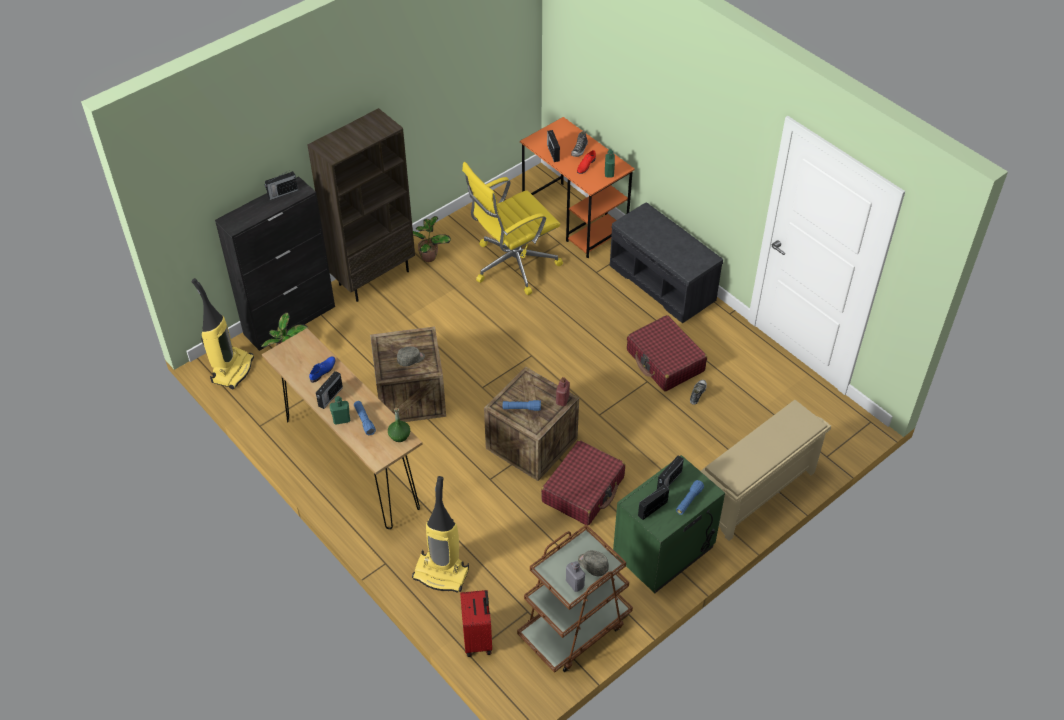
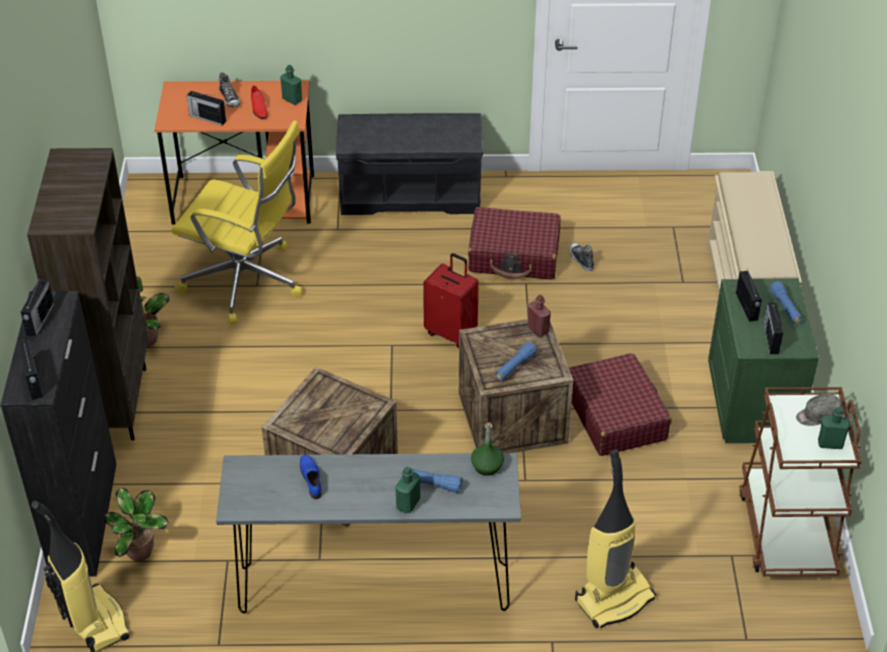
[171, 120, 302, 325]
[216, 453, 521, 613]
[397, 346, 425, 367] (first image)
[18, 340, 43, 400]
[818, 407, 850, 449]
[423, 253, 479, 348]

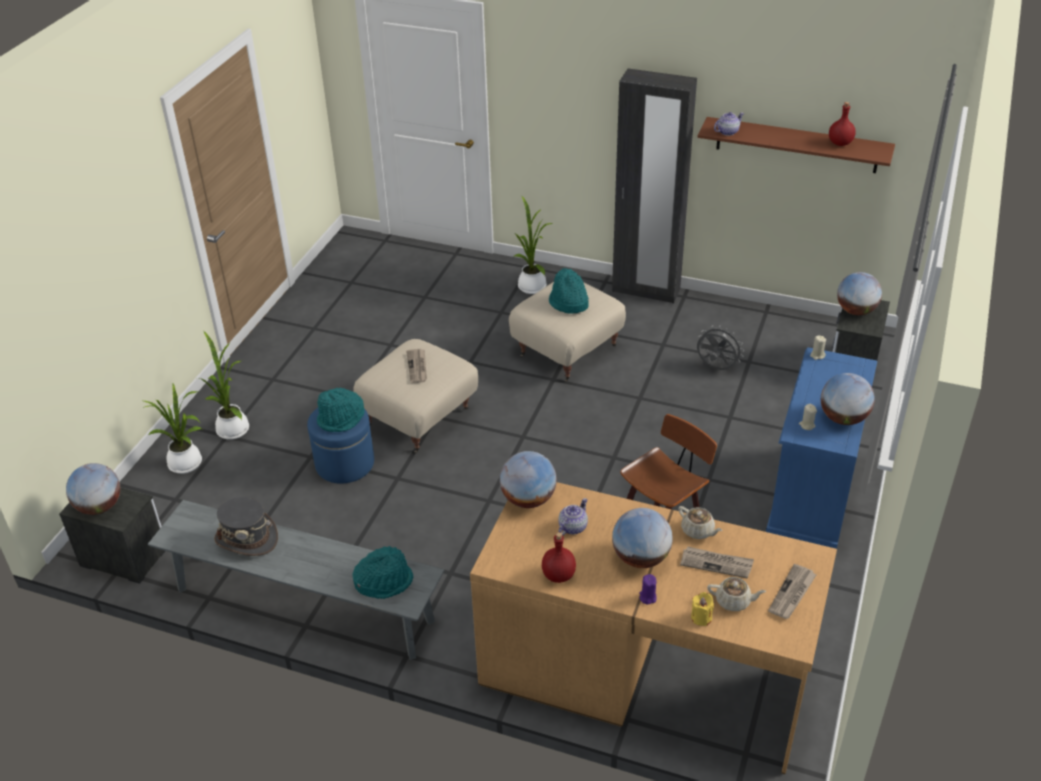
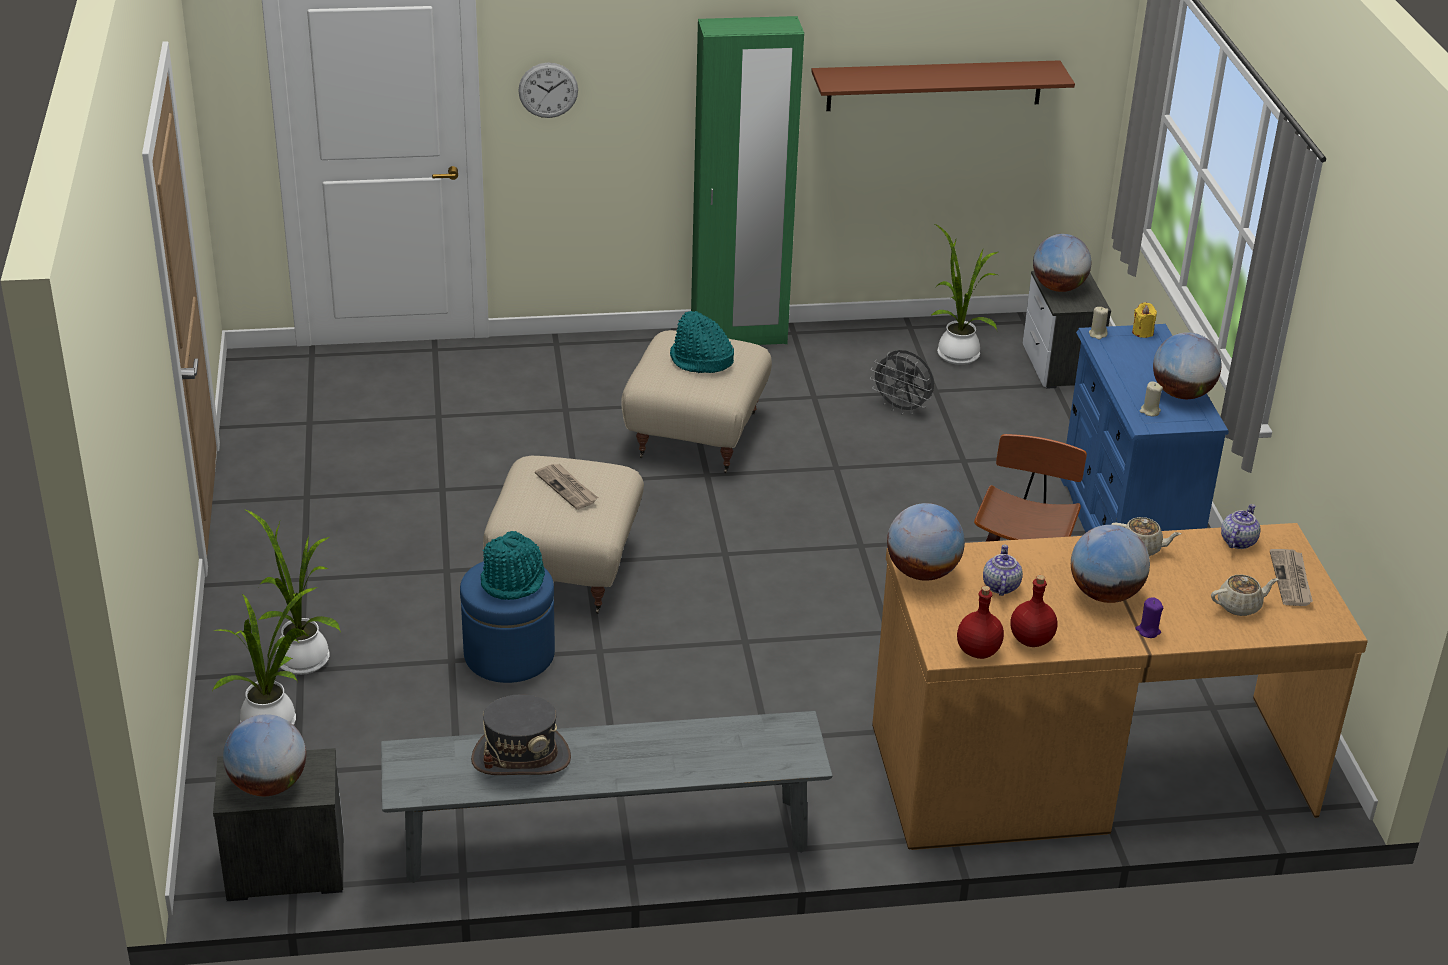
[691, 16, 804, 345]
[957, 586, 1004, 659]
[1221, 504, 1260, 549]
[932, 223, 998, 365]
[870, 350, 934, 415]
[352, 546, 413, 599] (first image)
[680, 546, 754, 579] (first image)
[1132, 302, 1157, 338]
[518, 63, 578, 118]

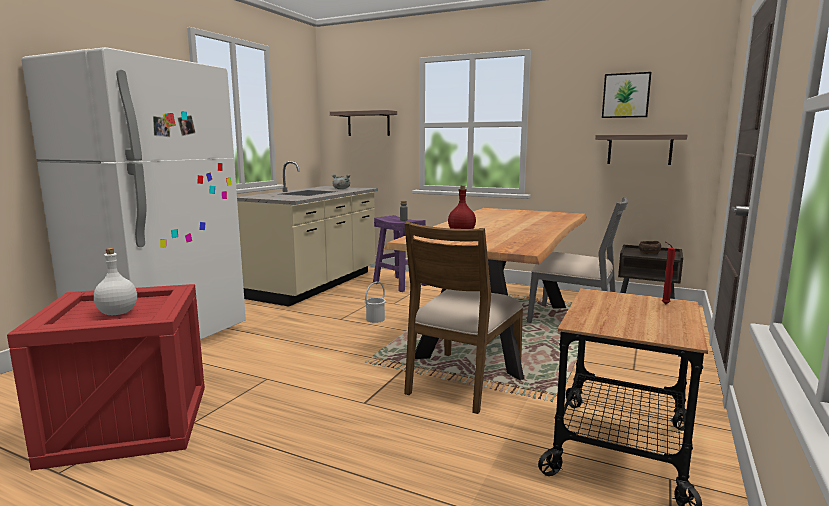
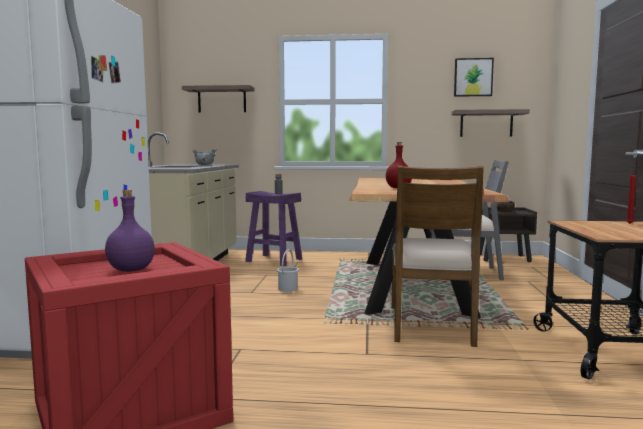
[105, 190, 155, 272]

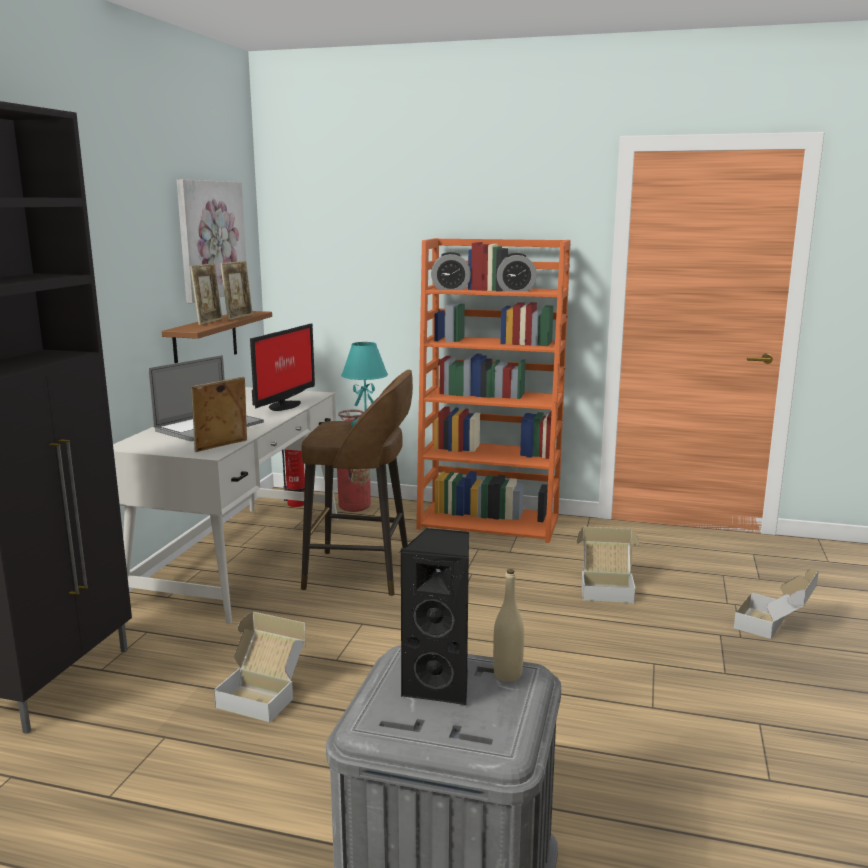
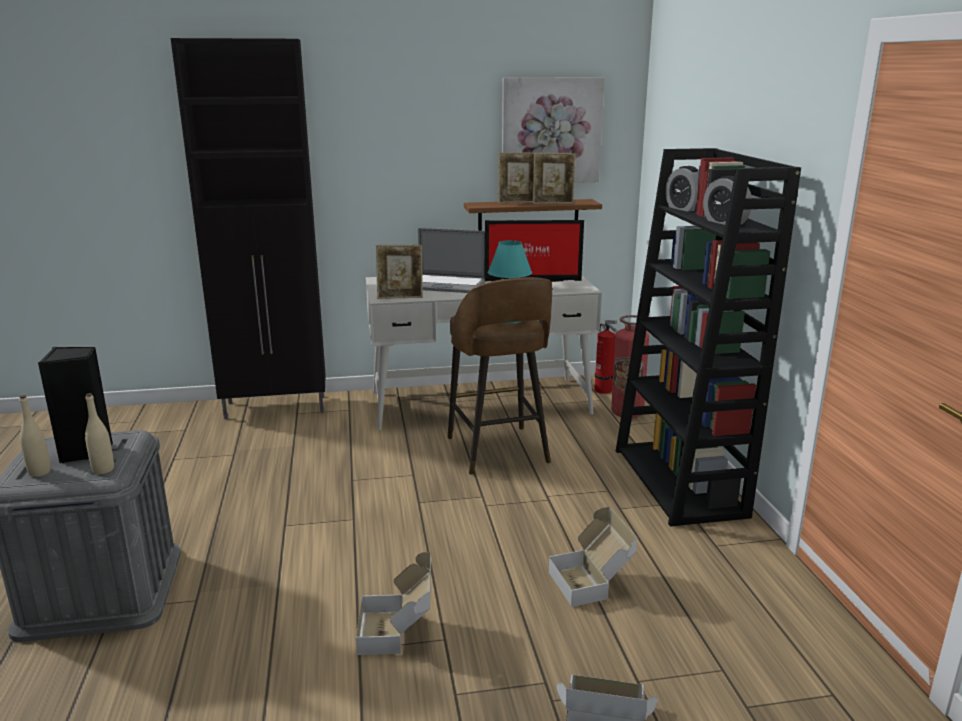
[616, 148, 801, 527]
[376, 245, 423, 299]
[356, 552, 431, 655]
[19, 395, 51, 477]

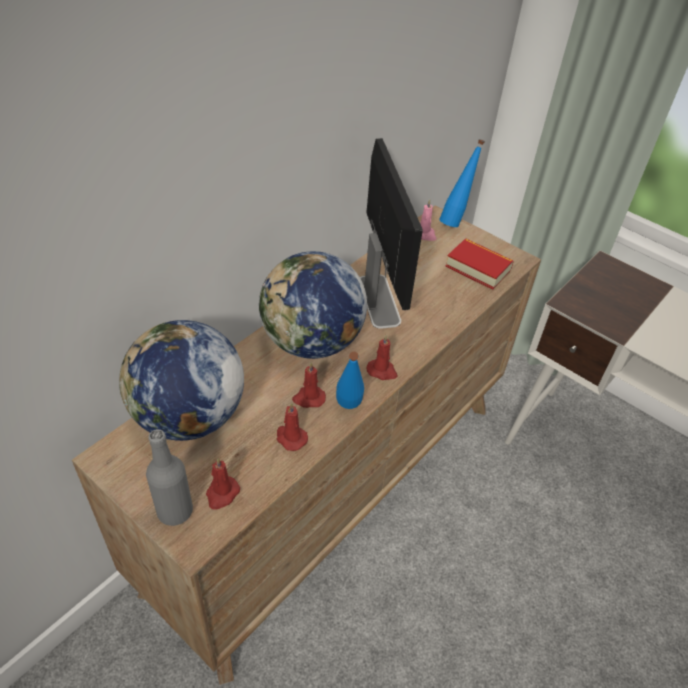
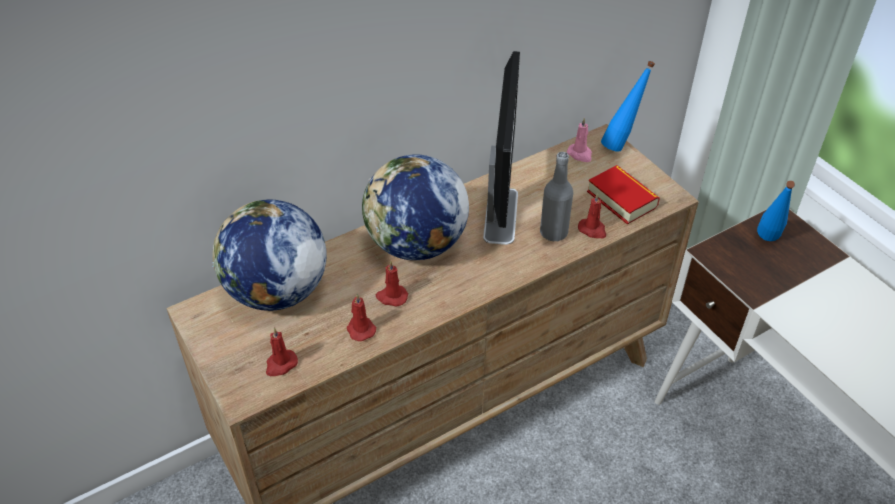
[578, 193, 606, 238]
[757, 181, 795, 241]
[540, 152, 573, 242]

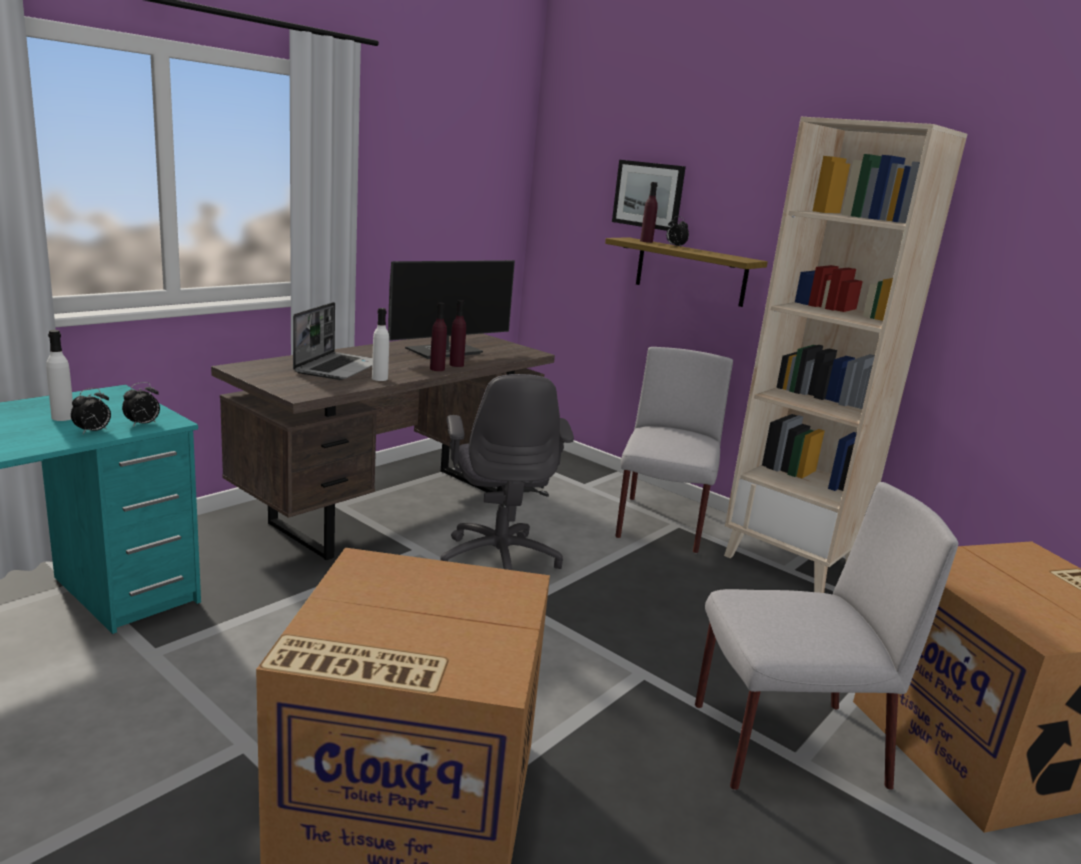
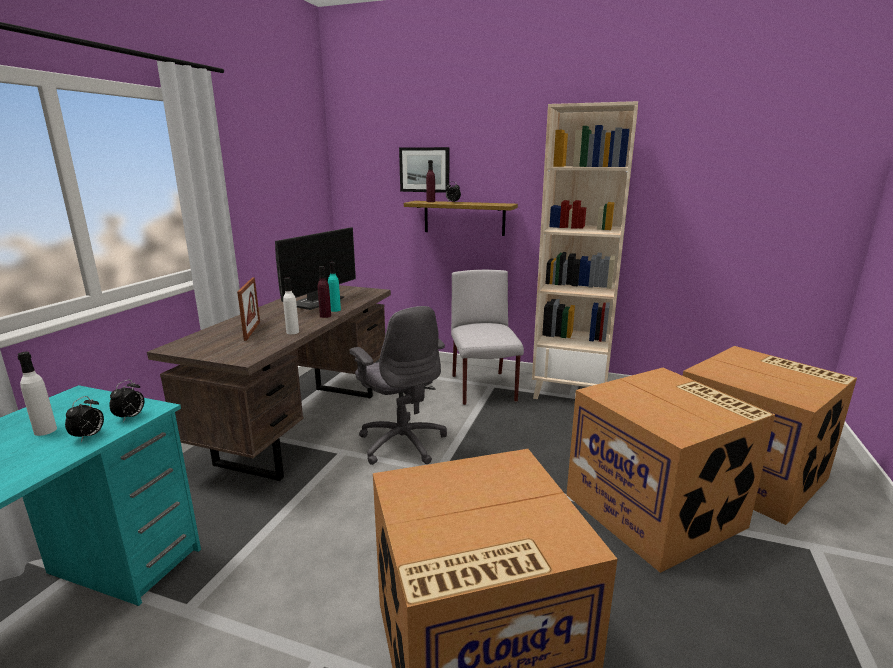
[328, 262, 341, 312]
[237, 277, 260, 341]
[566, 368, 775, 573]

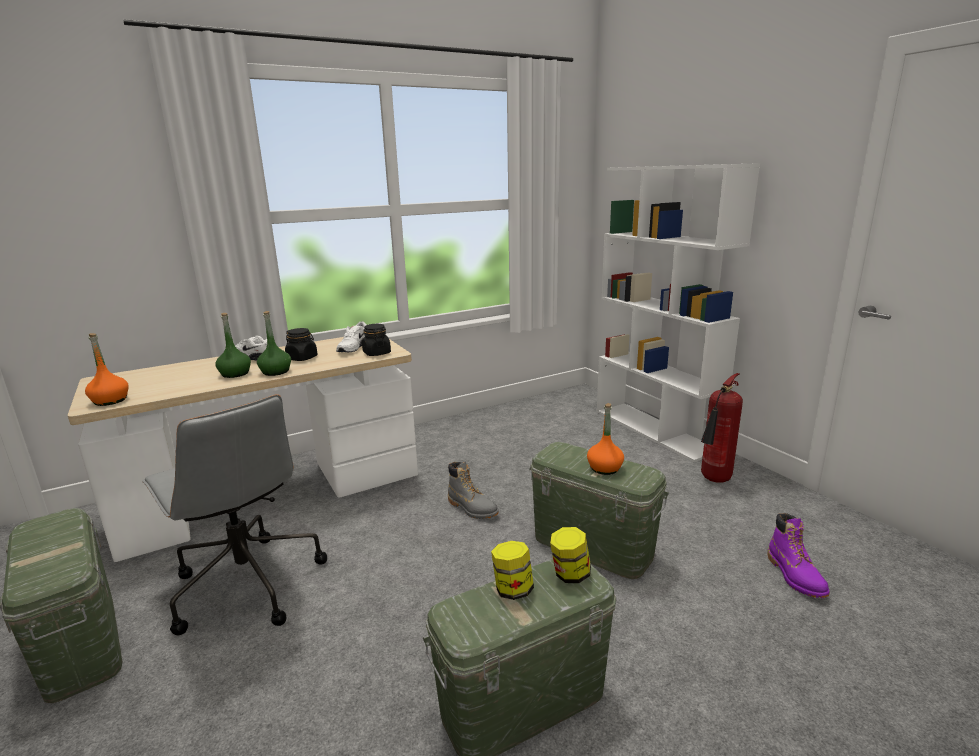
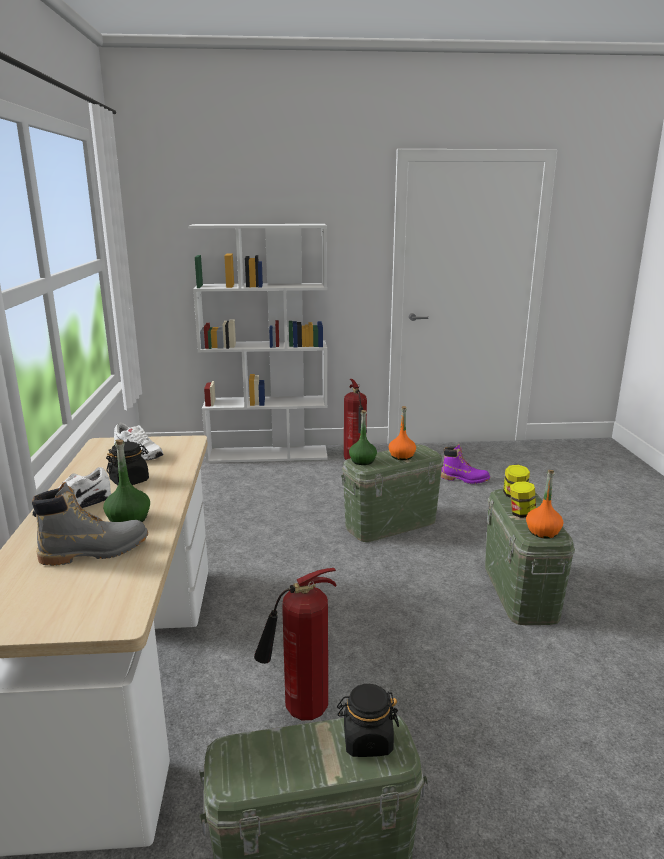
[349, 410, 377, 465]
[337, 684, 399, 757]
[526, 470, 563, 539]
[254, 568, 336, 720]
[32, 482, 148, 566]

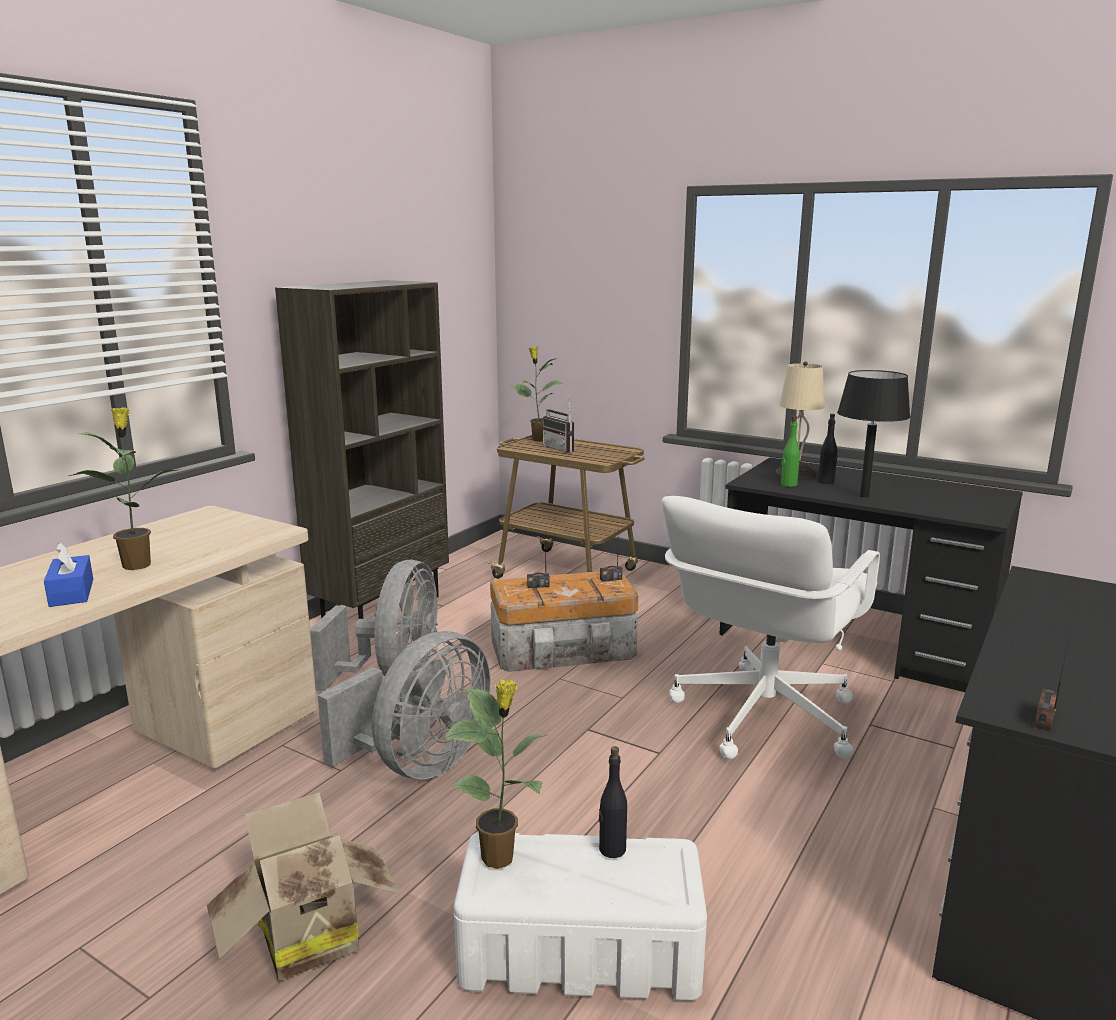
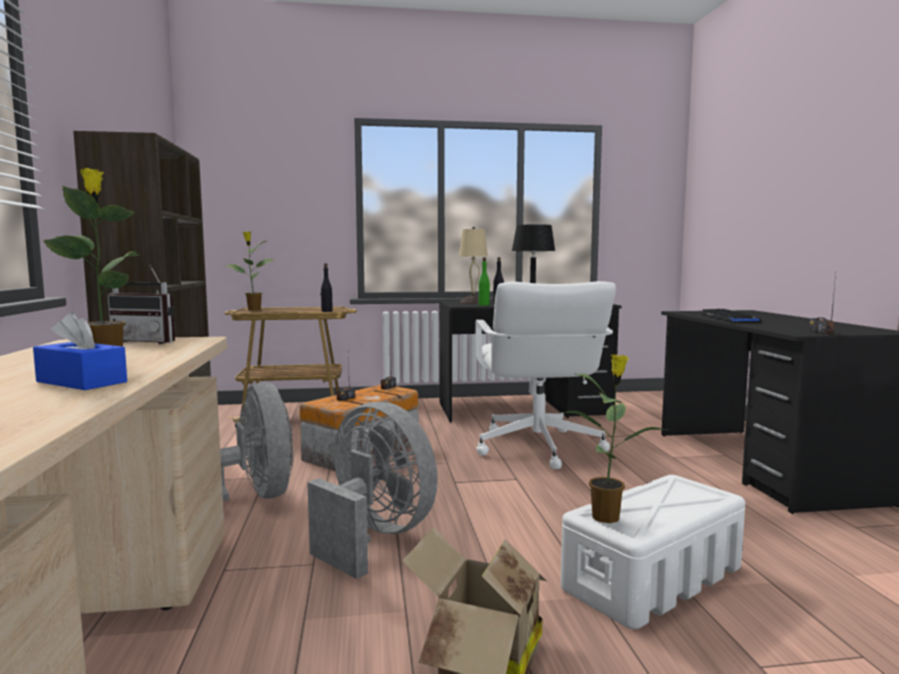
[107, 265, 175, 344]
[307, 402, 438, 579]
[321, 263, 333, 312]
[697, 309, 761, 323]

